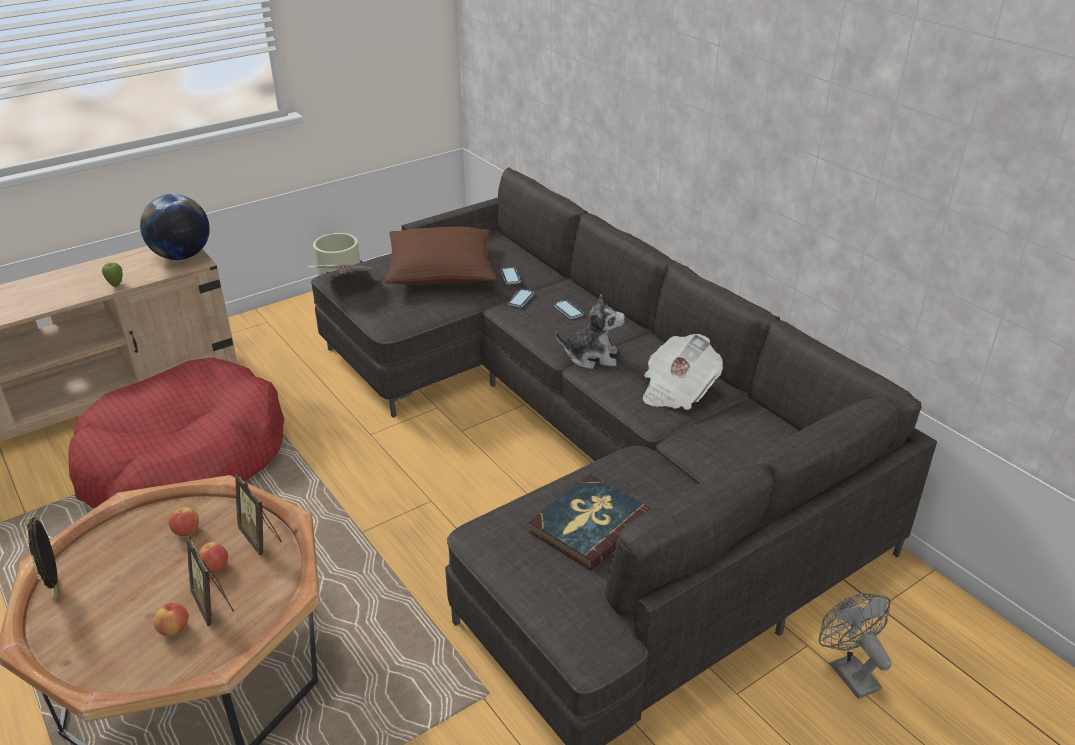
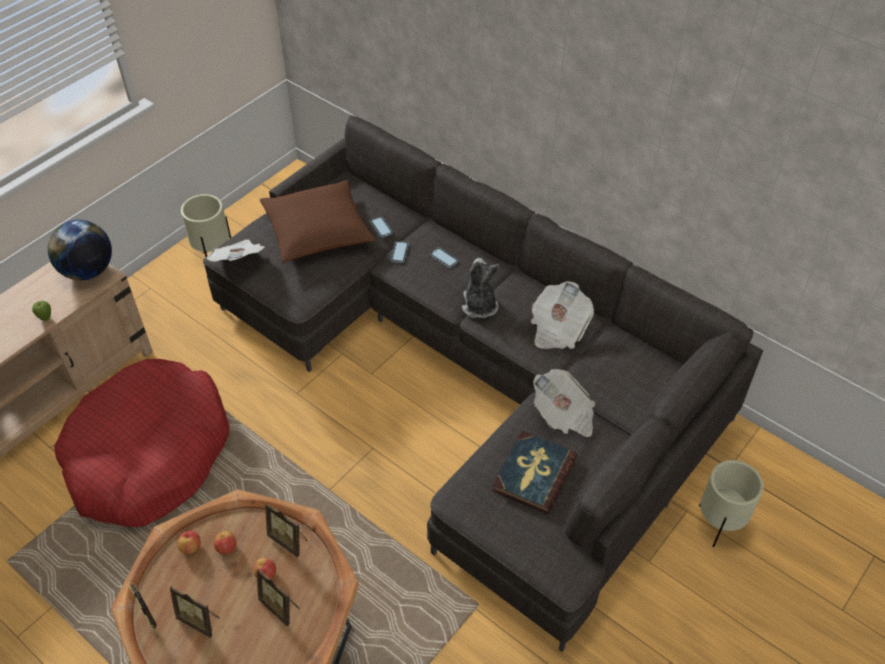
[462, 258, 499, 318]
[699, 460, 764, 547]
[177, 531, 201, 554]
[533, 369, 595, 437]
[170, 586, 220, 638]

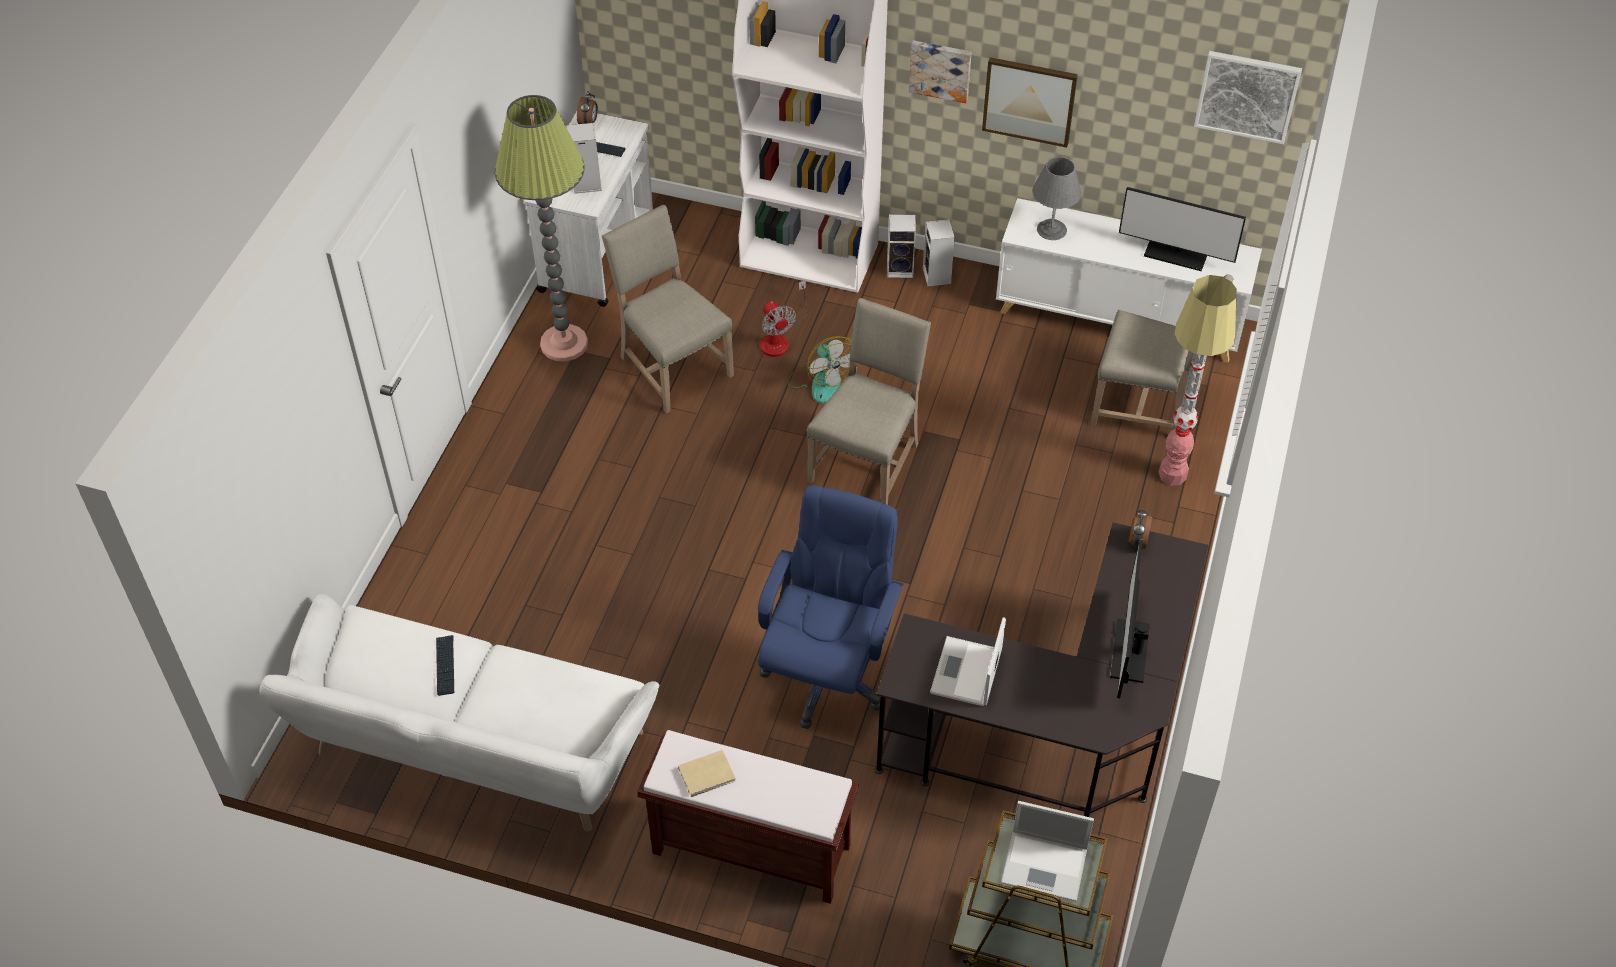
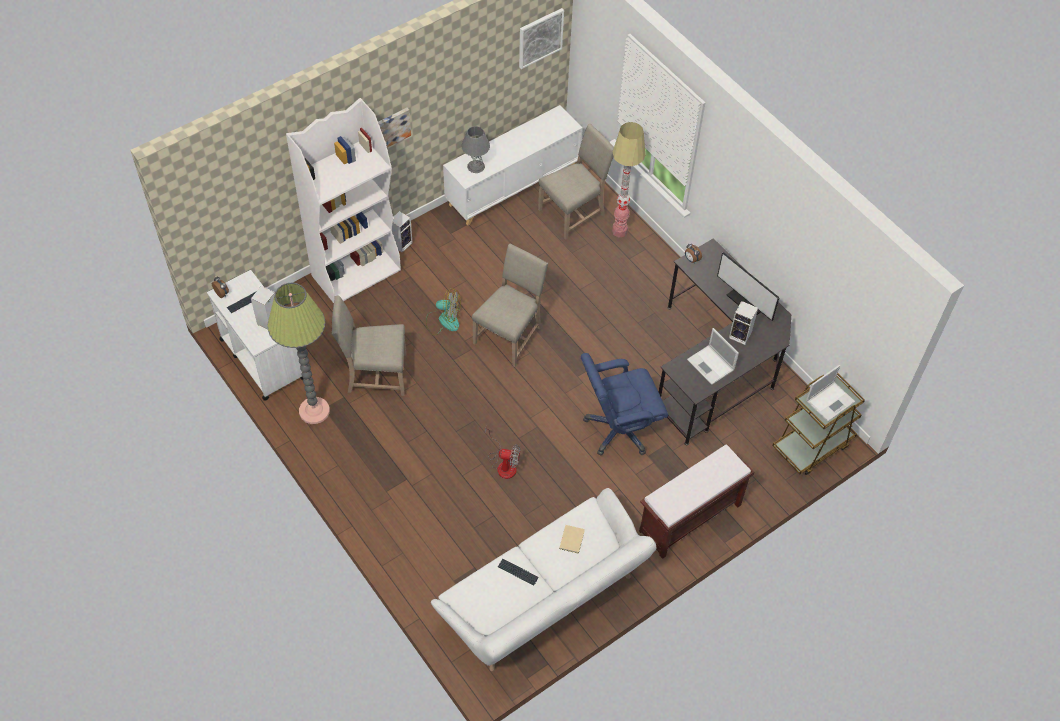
[982, 57, 1078, 148] (first image)
[1119, 187, 1246, 271] (first image)
[729, 301, 758, 345]
[485, 425, 520, 479]
[472, 244, 548, 367]
[581, 353, 668, 456]
[559, 525, 585, 554]

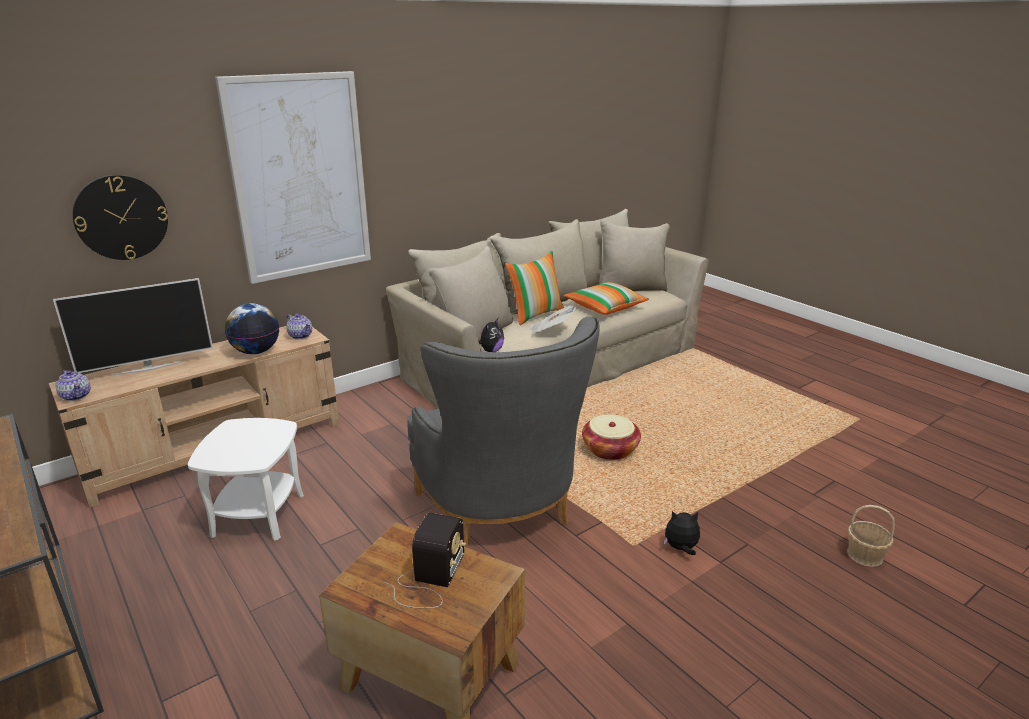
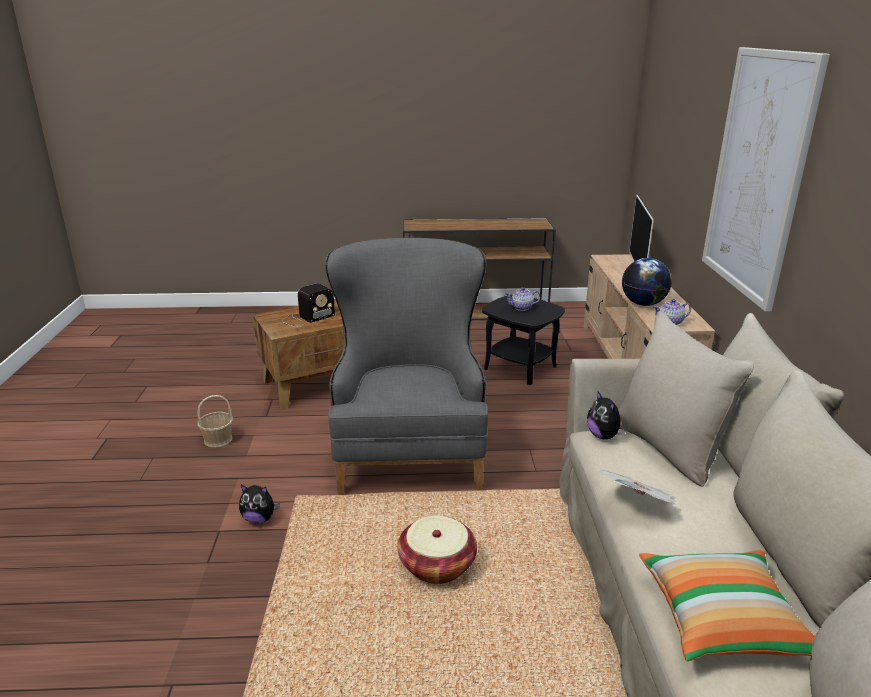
[72, 175, 168, 260] (first image)
[505, 251, 564, 325] (first image)
[325, 238, 488, 495]
[505, 287, 540, 311]
[482, 294, 565, 385]
[197, 395, 233, 447]
[239, 485, 280, 524]
[282, 283, 335, 327]

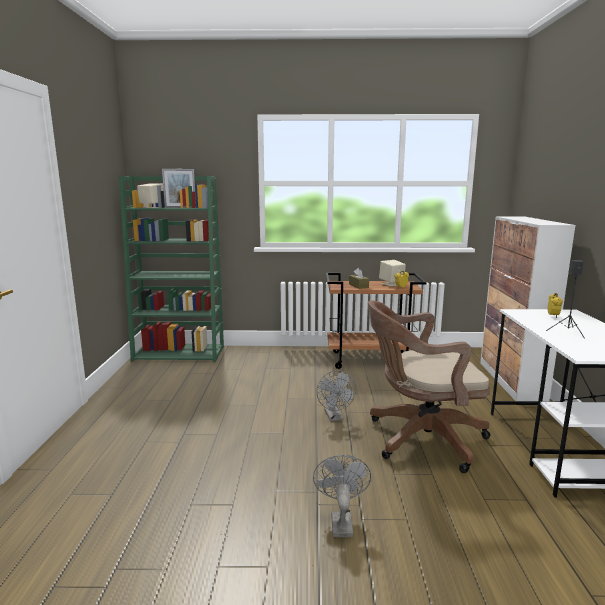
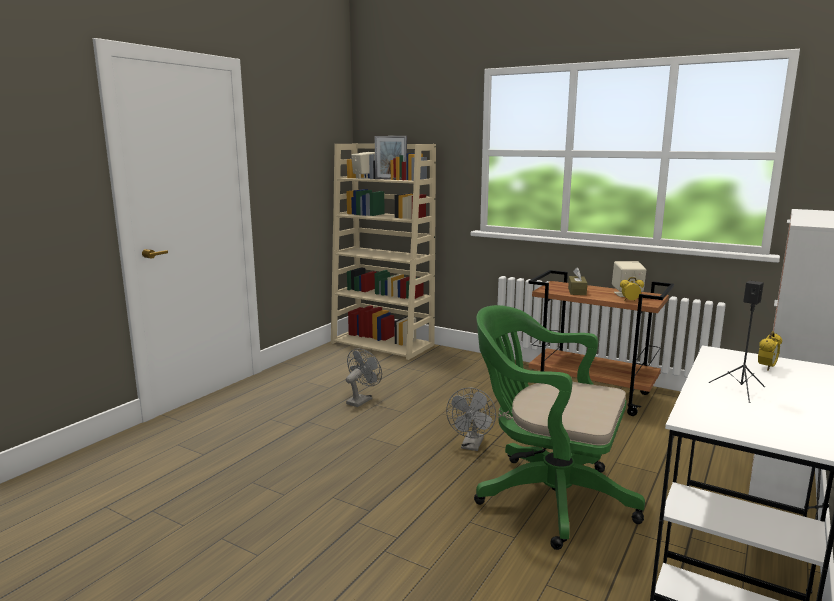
[331, 144, 436, 360]
[474, 305, 645, 550]
[346, 348, 382, 407]

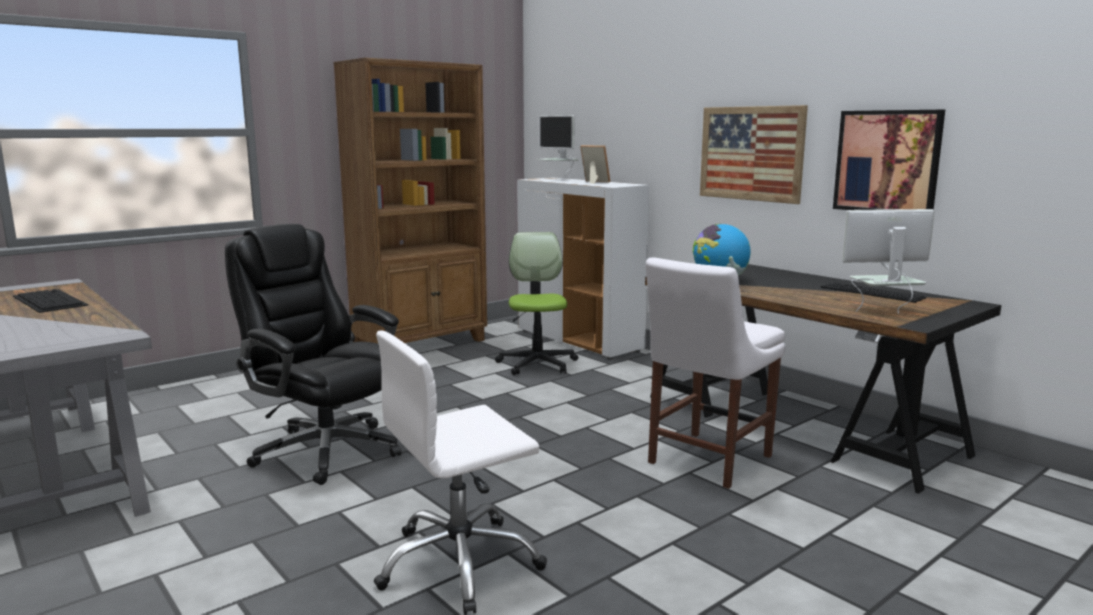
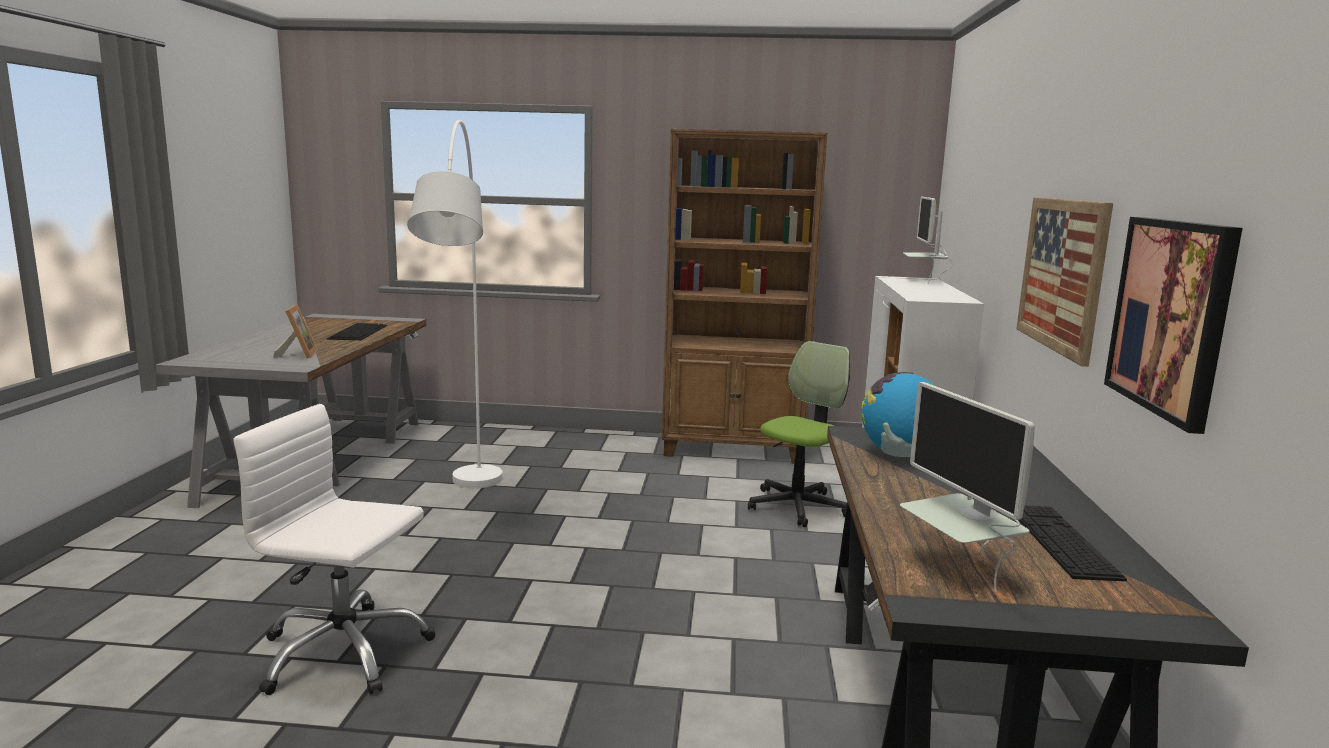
[273, 304, 317, 359]
[900, 382, 1035, 592]
[407, 120, 503, 488]
[646, 257, 786, 489] (first image)

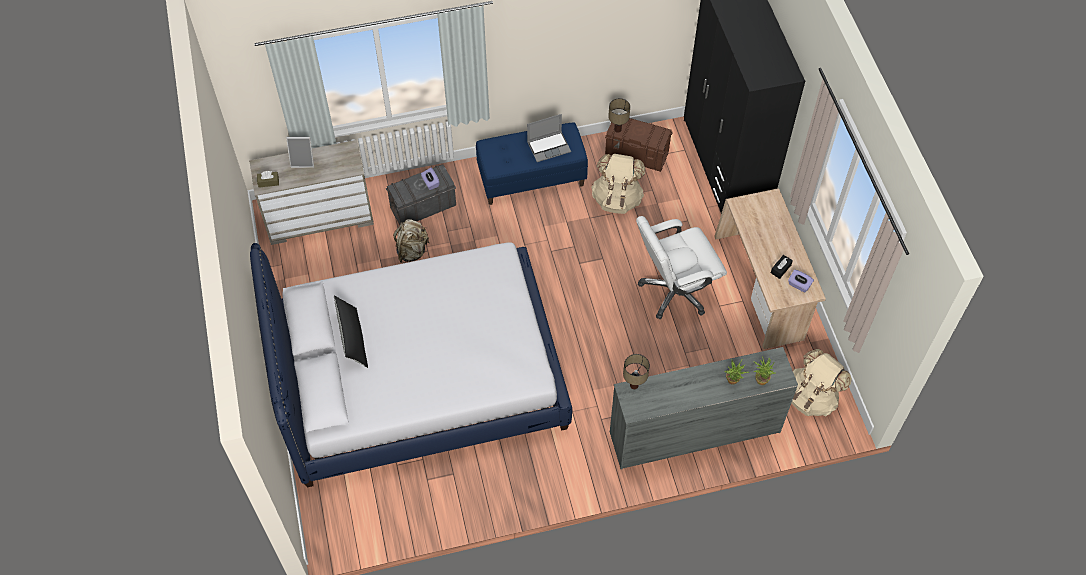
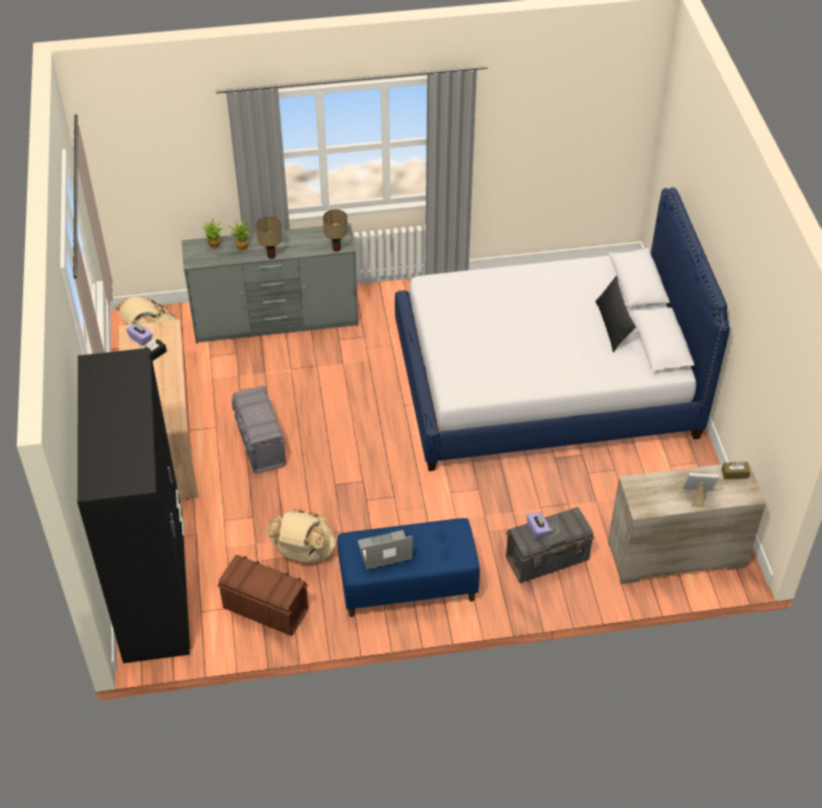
[256, 217, 282, 259]
[231, 386, 286, 474]
[393, 219, 429, 263] (first image)

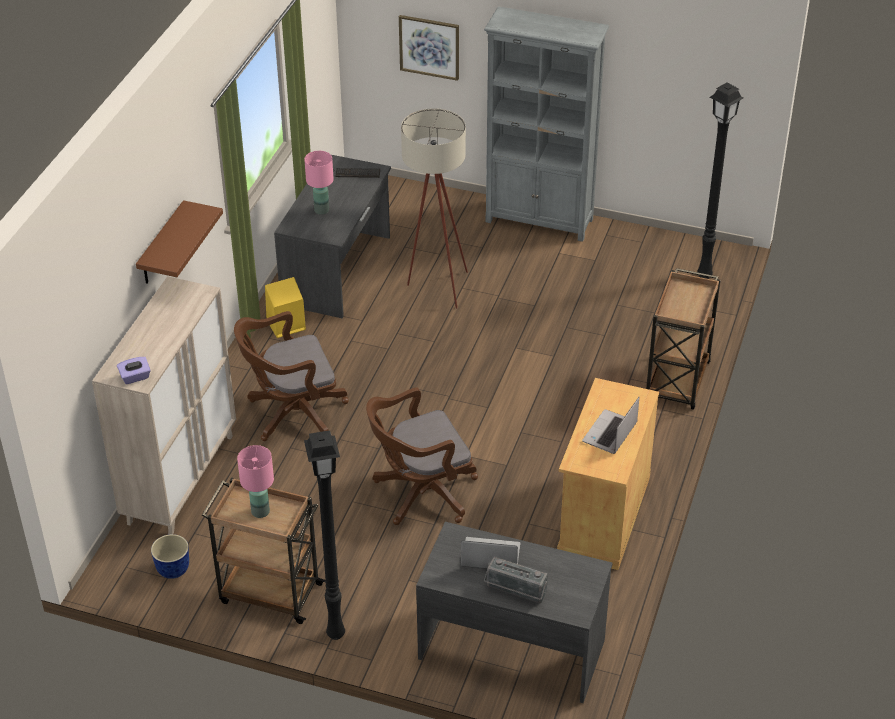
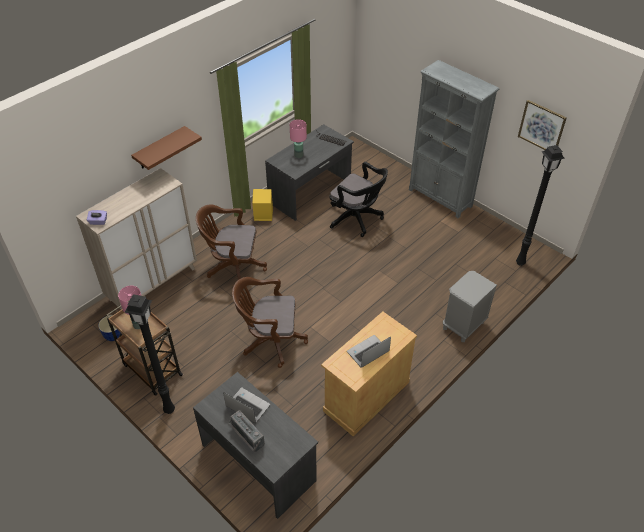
[518, 100, 567, 150]
[329, 162, 388, 237]
[443, 271, 497, 342]

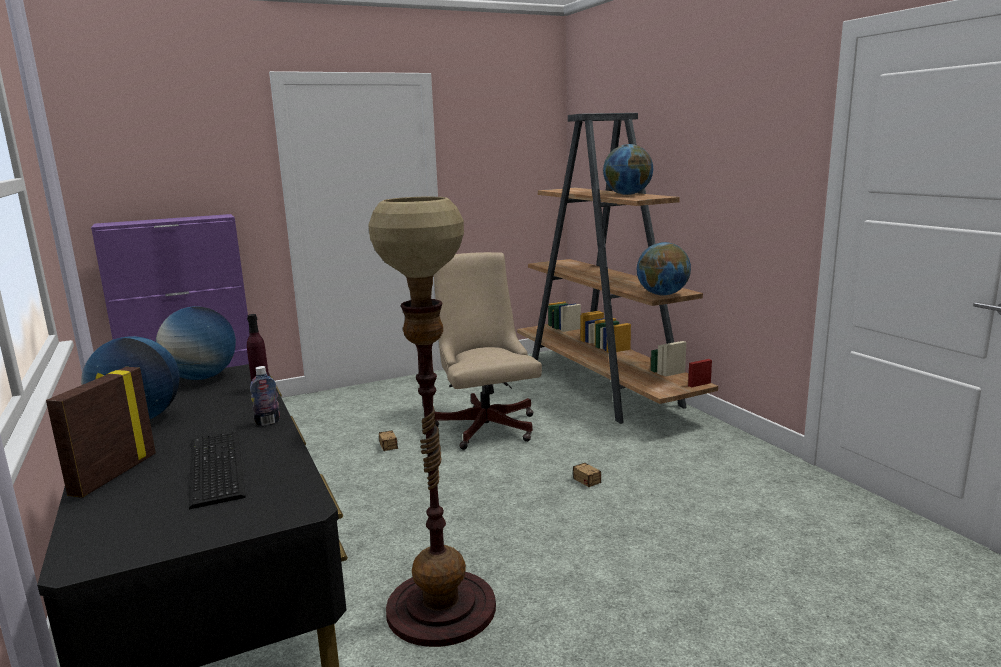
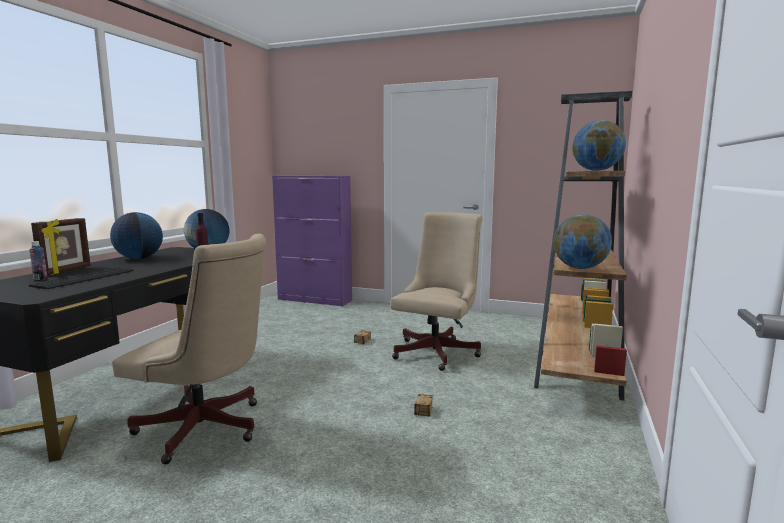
[112, 234, 266, 464]
[29, 241, 48, 280]
[31, 218, 91, 275]

